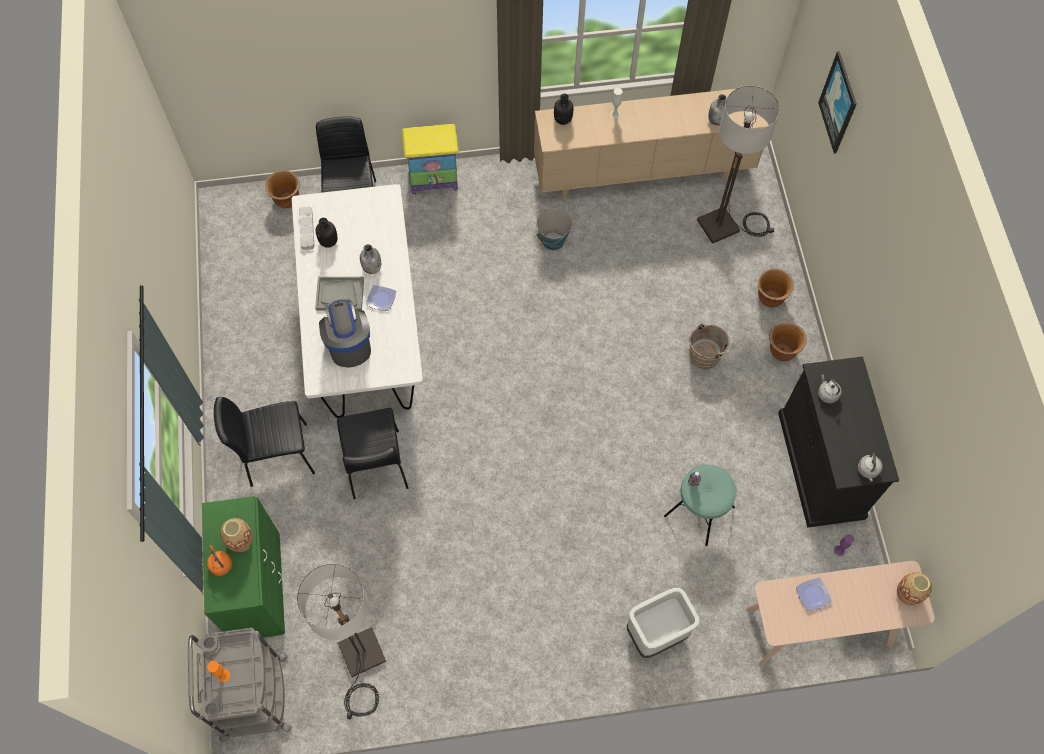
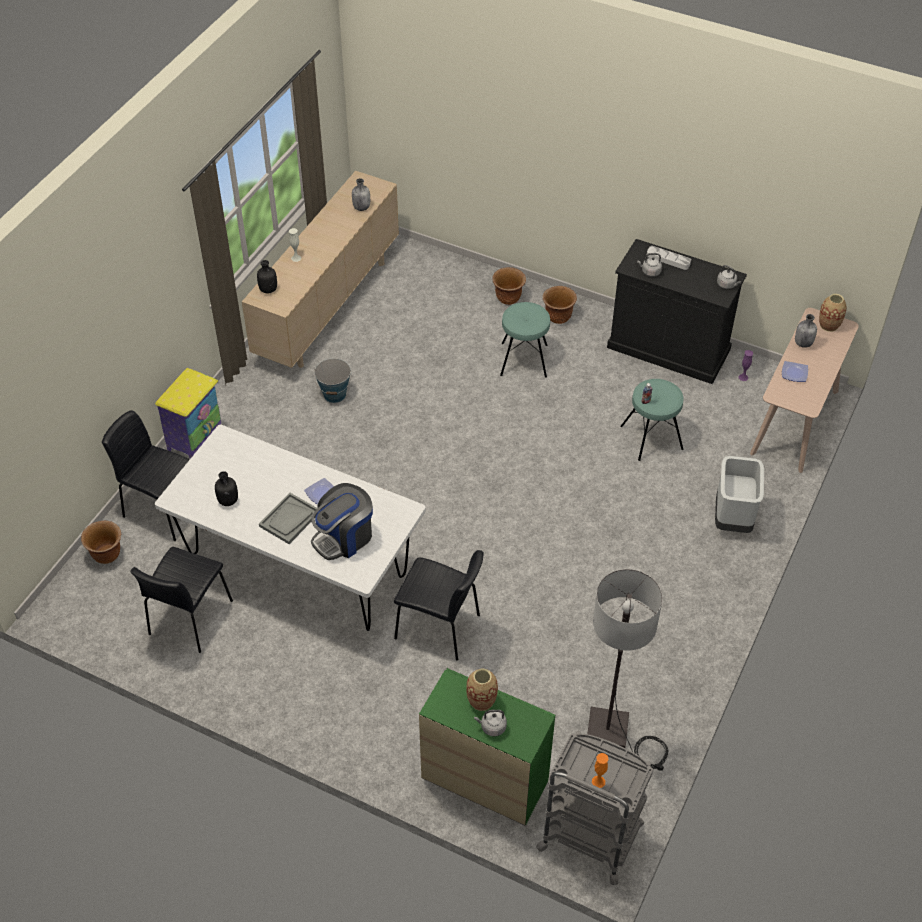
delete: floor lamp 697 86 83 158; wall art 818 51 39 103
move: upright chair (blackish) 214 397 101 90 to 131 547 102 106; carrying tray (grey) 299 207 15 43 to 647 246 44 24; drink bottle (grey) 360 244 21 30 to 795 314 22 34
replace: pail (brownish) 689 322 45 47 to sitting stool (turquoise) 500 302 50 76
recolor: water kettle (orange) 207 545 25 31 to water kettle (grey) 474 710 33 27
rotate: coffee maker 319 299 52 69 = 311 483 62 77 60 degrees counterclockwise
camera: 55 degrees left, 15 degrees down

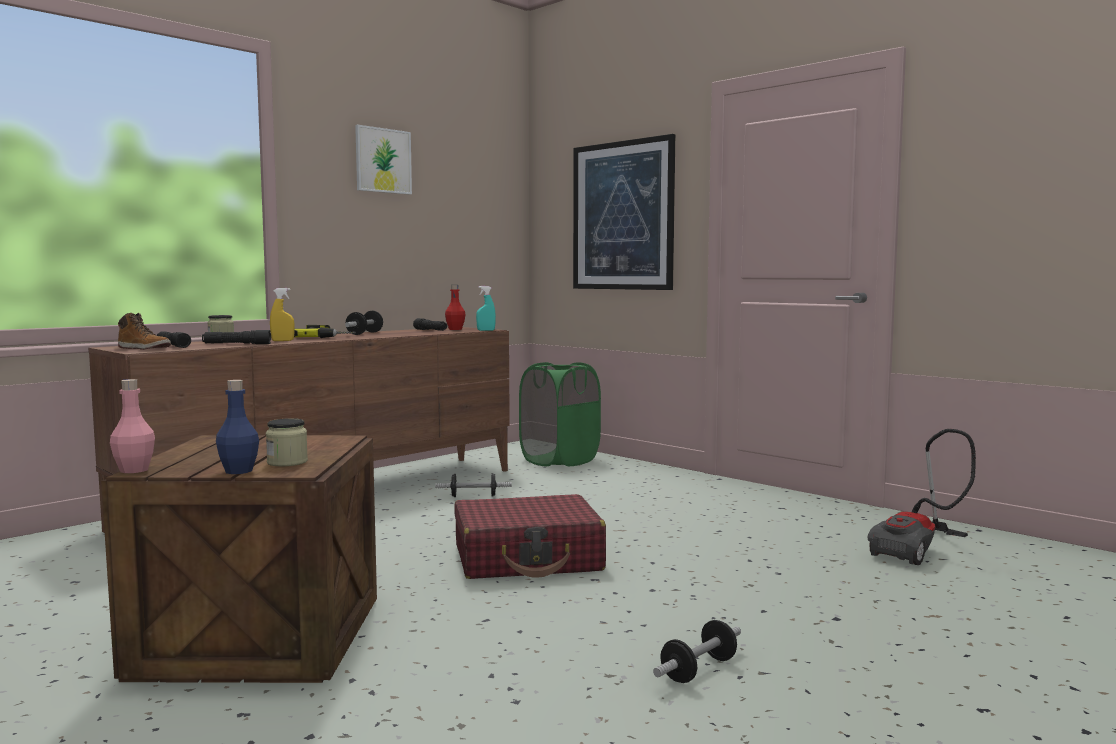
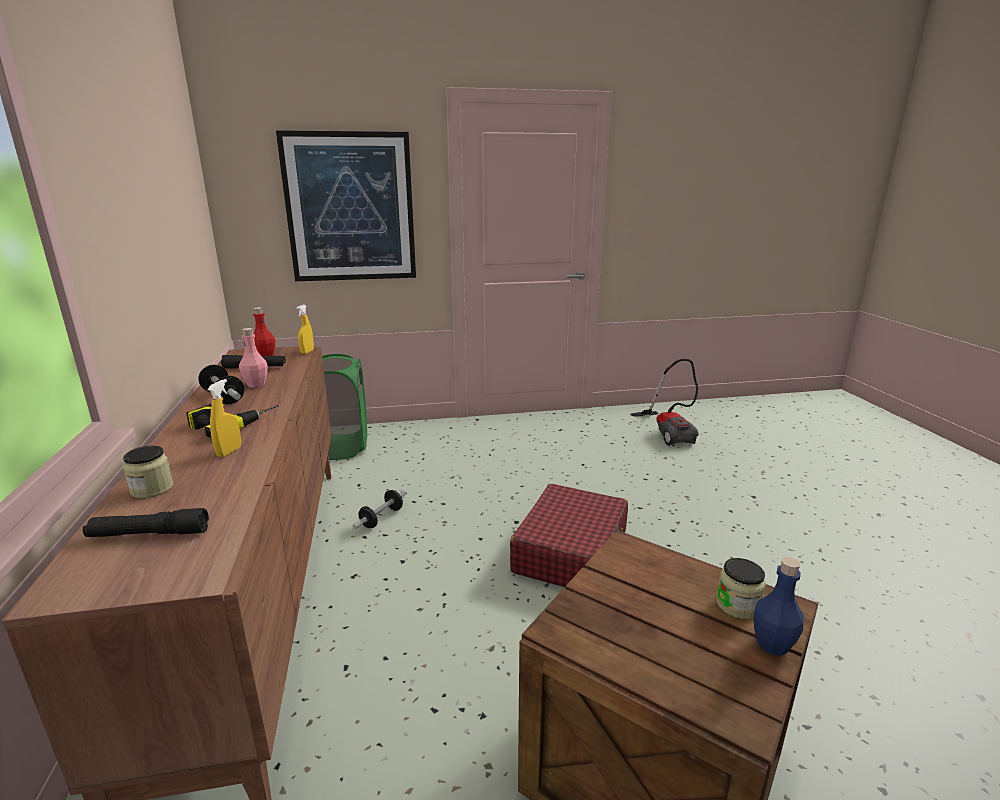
delete: high-top boot 118 313 53 37; torch (blackish) 202 330 69 14; wall art 355 125 57 70; hand weight 653 620 88 63
move: drink bottle (pink) 110 379 45 94 to 239 328 29 60
recolor: hand sprayer (turquoise) 476 286 20 45 to hand sprayer (yellow) 296 305 18 49
camera: 55 degrees left, 15 degrees up

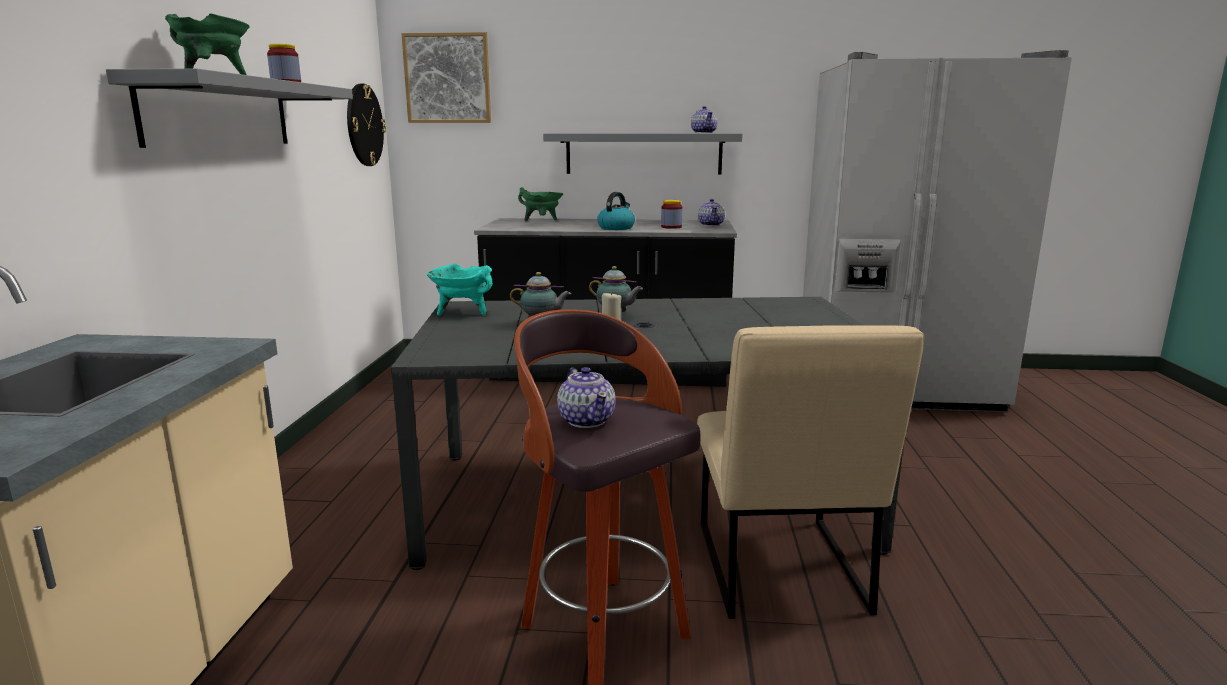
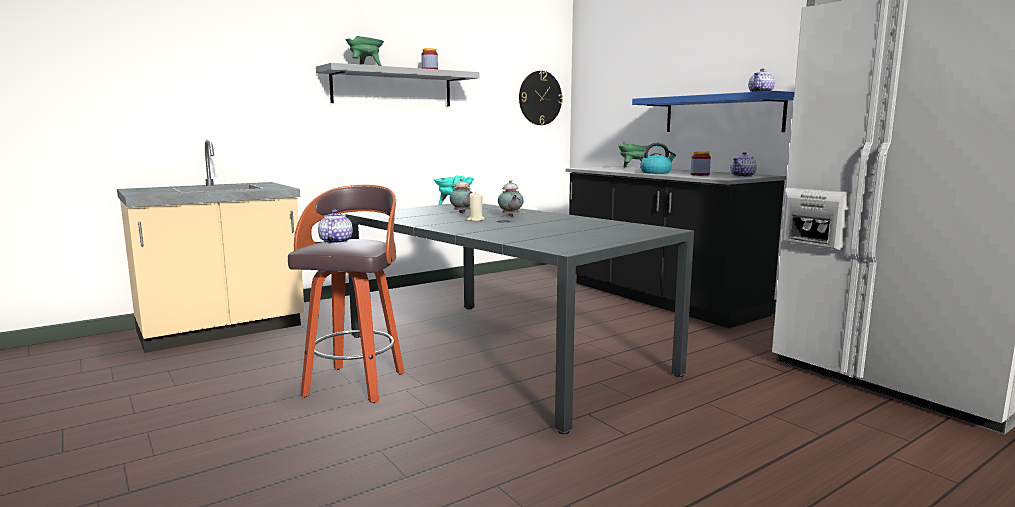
delete: wall art 401 32 90 91; upright chair (beige-coloured) 697 325 227 294
recolor: shelf (grey) 543 133 200 41 to shelf (blue) 632 91 163 41
rotate: pot for tea 557 367 58 61 = 318 210 35 34 150 degrees clockwise
camera: 50 degrees right, 5 degrees down

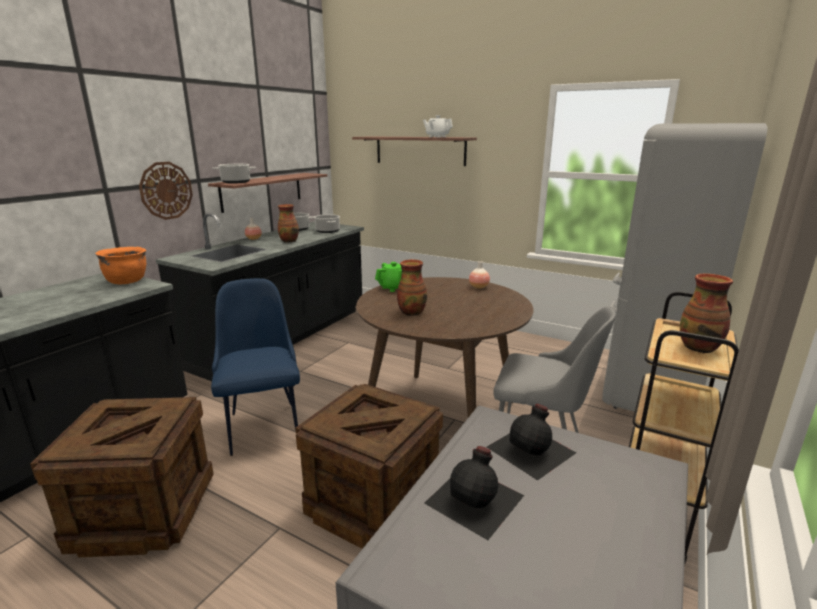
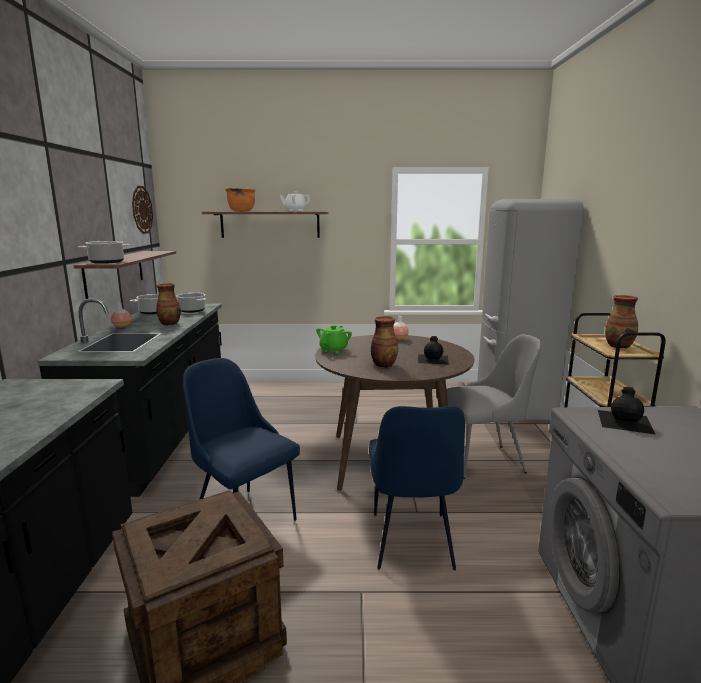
move: wall clock 139 162 54 58 to 132 186 21 48; saucepot (orange) 96 247 50 37 to 225 188 30 23; drink bottle (blackish) 424 446 100 94 to 418 336 31 29
replace: shipping crate 295 384 148 165 to upright chair (blue) 369 406 96 164
camera: 30 degrees left, 5 degrees down

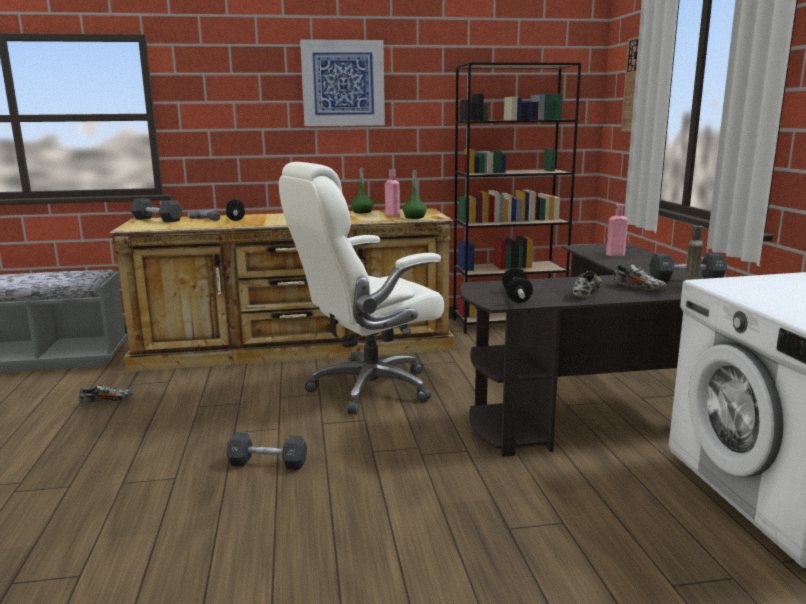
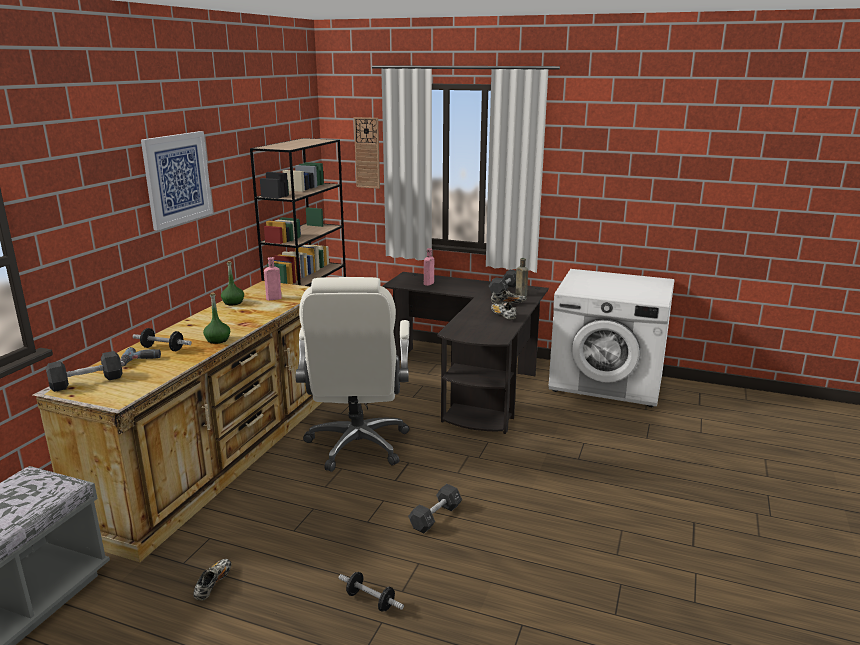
move: drink bottle (greenish) 402 170 25 49 to 203 293 27 51; hand weight 502 268 31 35 to 339 572 65 40
camera: 60 degrees left, 5 degrees up

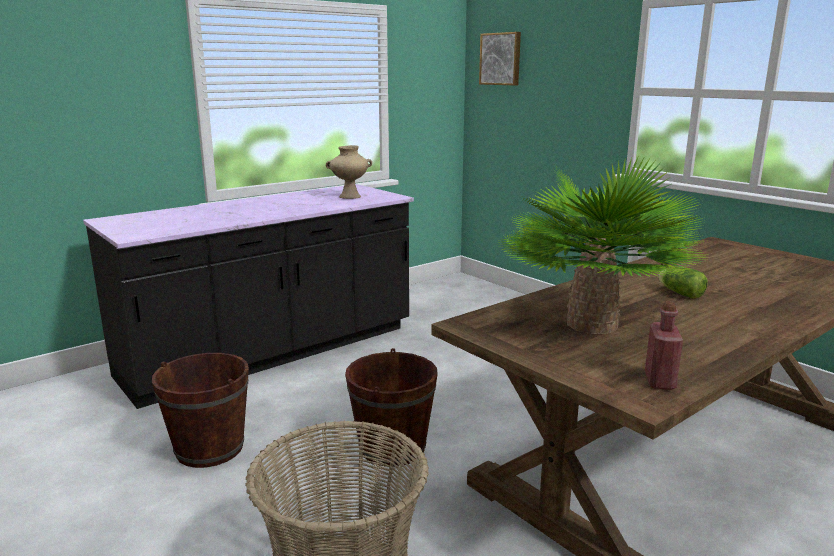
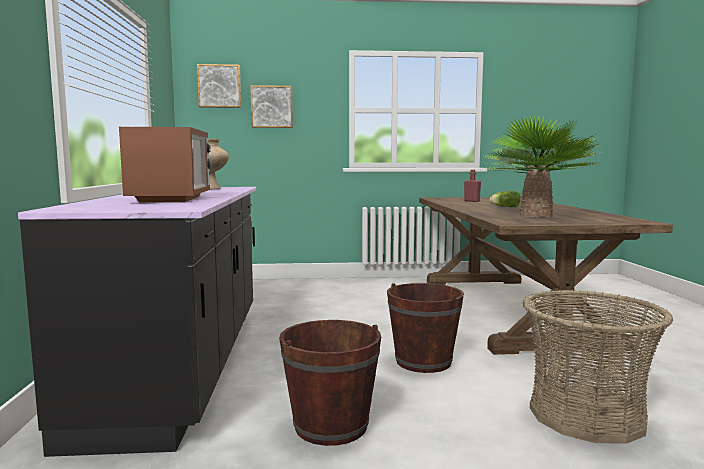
insert: microwave 119 127 93 76; wall art 250 85 43 43
move: drink bottle (red) 645 301 38 89 to 464 170 17 32
camera: 55 degrees left, 10 degrees down

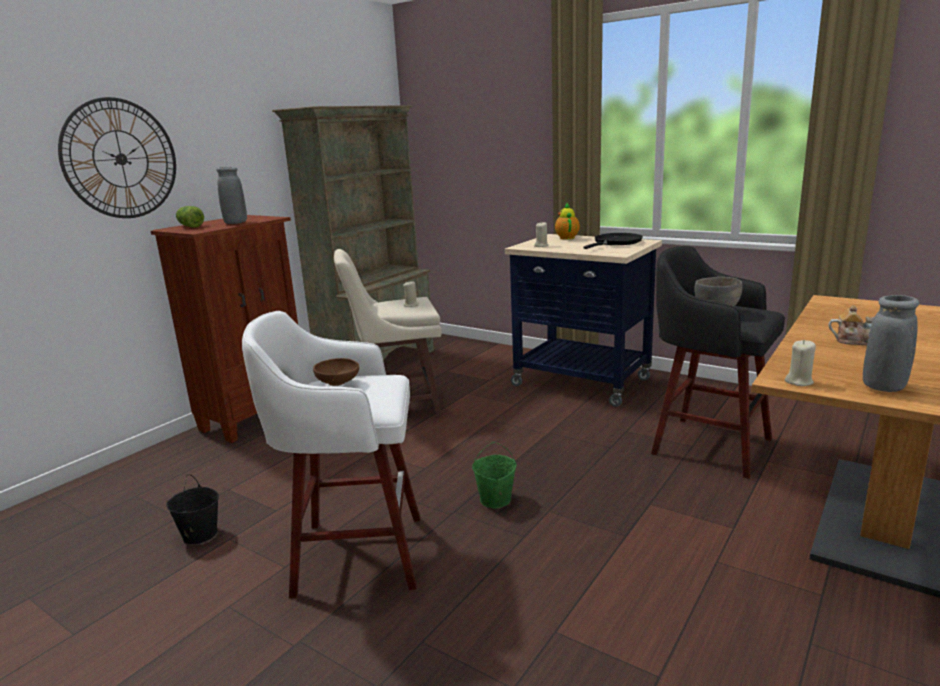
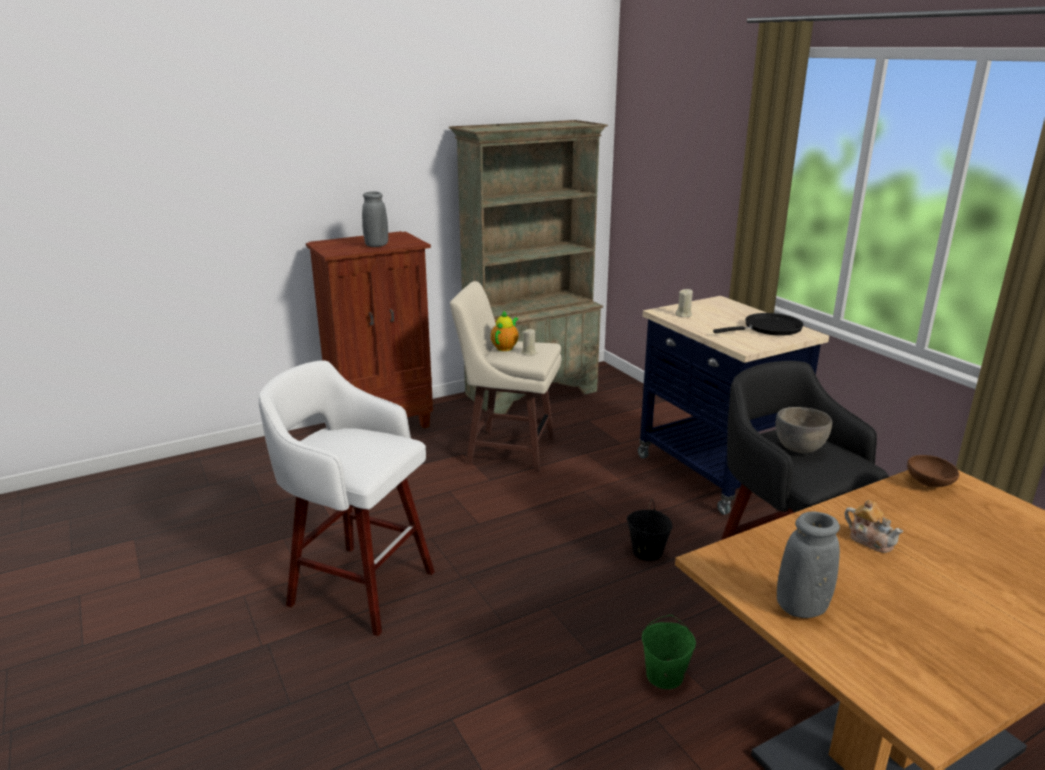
delete: wall clock 58 97 118 121; head of lettuce 176 206 28 22; wax light (beige-coloured) 785 340 31 46
move: pot for tea 555 203 25 37 to 491 311 27 40; pail (blackish) 166 474 53 70 to 627 499 46 62; pail (greenish) 472 442 45 67 to 642 615 54 74; serving bowl (brownish) 313 358 46 28 to 907 455 52 32
camera: 25 degrees right, 5 degrees up

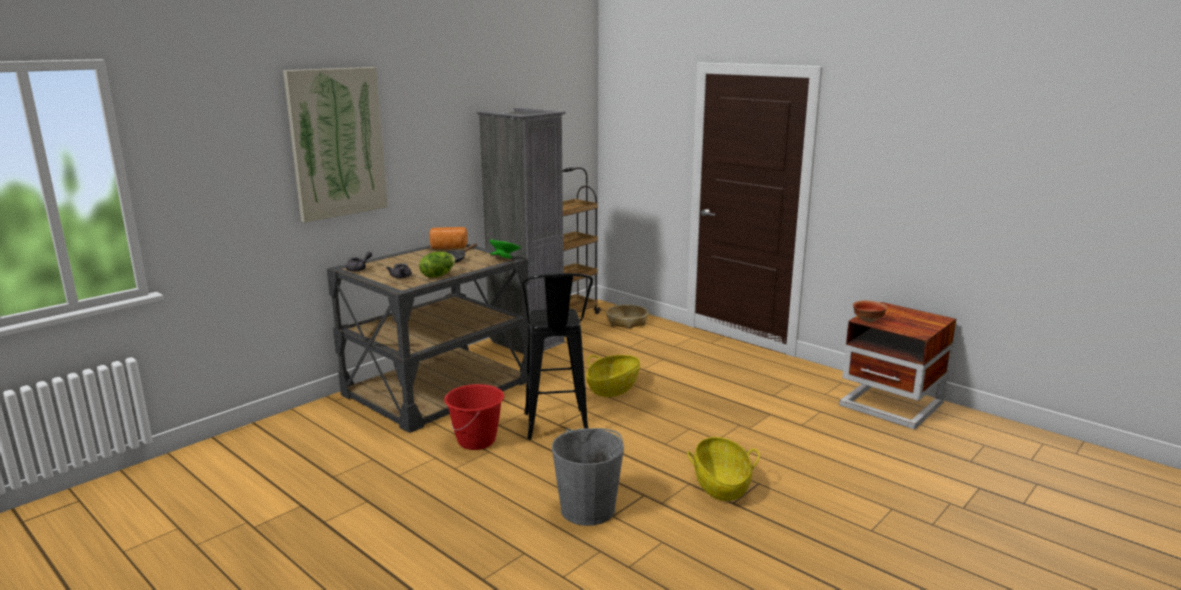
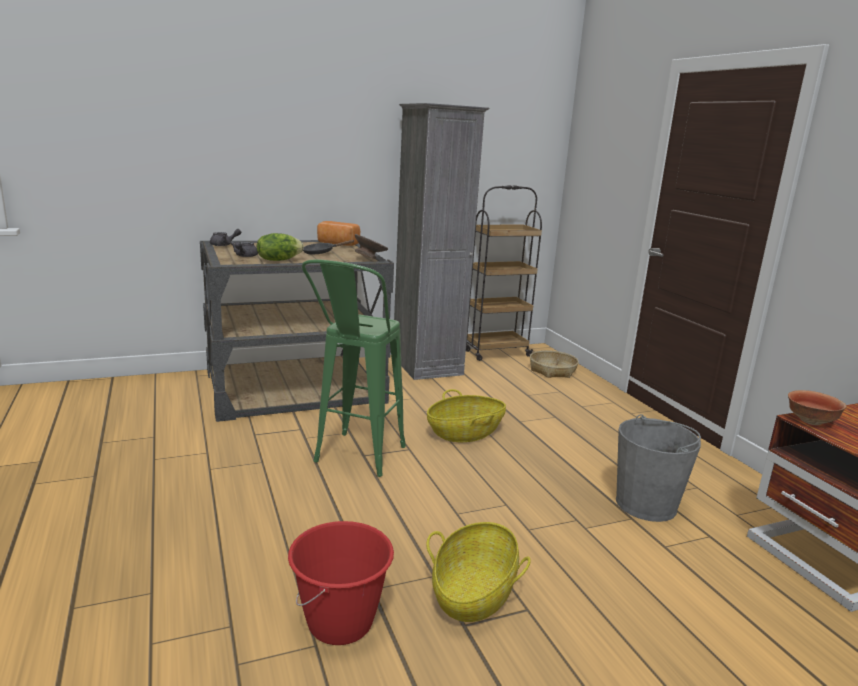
delete: wall art 283 67 105 156
move: pail (red) 444 384 60 66 to 288 521 106 124; pail (grey) 552 428 72 98 to 616 414 85 108
recolor: sitting stool (blackish) 522 273 71 167 to sitting stool (greenish) 302 260 104 217; serving bowl (greenish) 489 240 32 19 to serving bowl (grey) 355 234 33 25
camera: 25 degrees right, 0 degrees up

